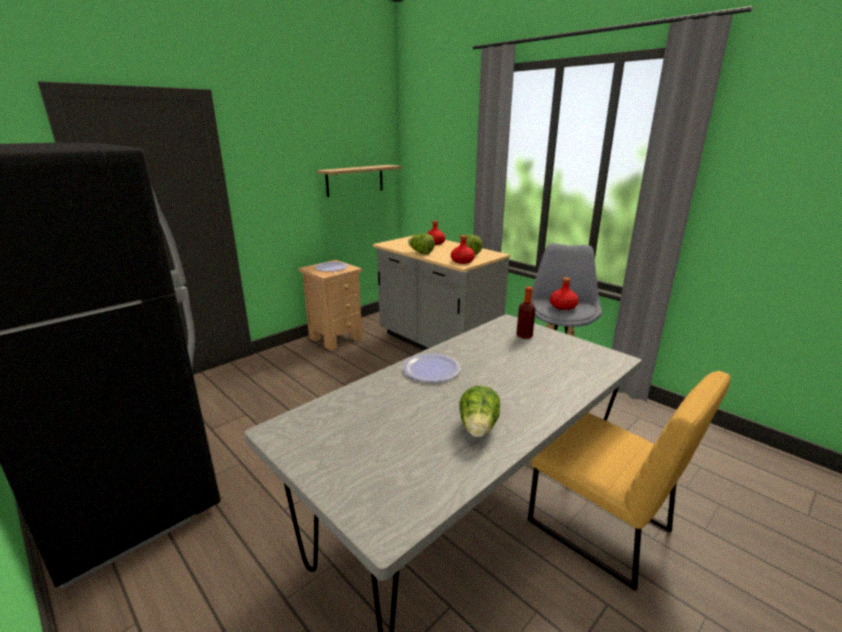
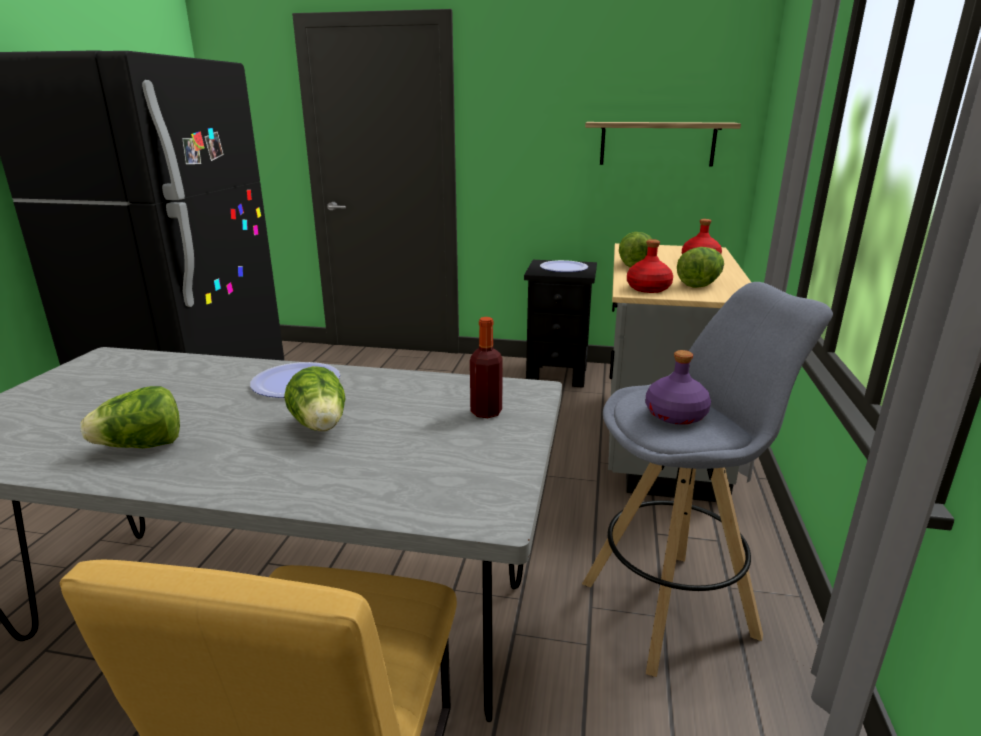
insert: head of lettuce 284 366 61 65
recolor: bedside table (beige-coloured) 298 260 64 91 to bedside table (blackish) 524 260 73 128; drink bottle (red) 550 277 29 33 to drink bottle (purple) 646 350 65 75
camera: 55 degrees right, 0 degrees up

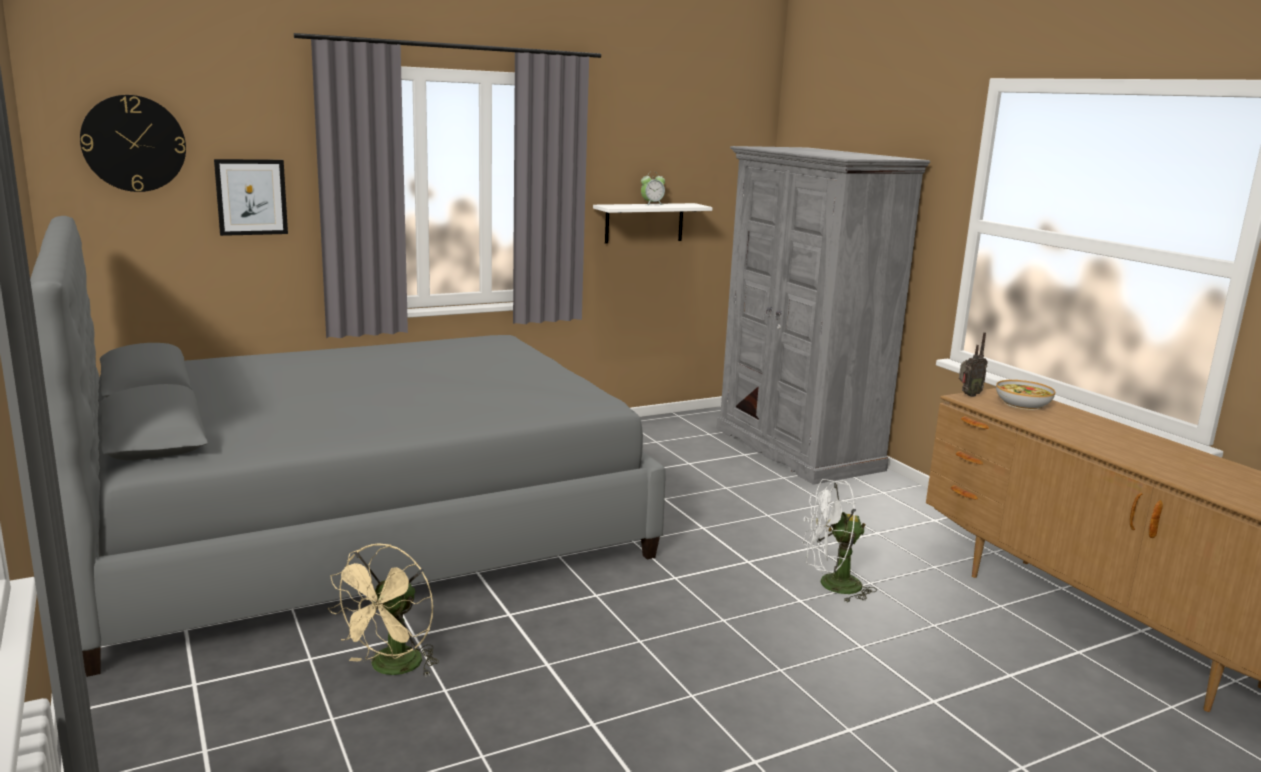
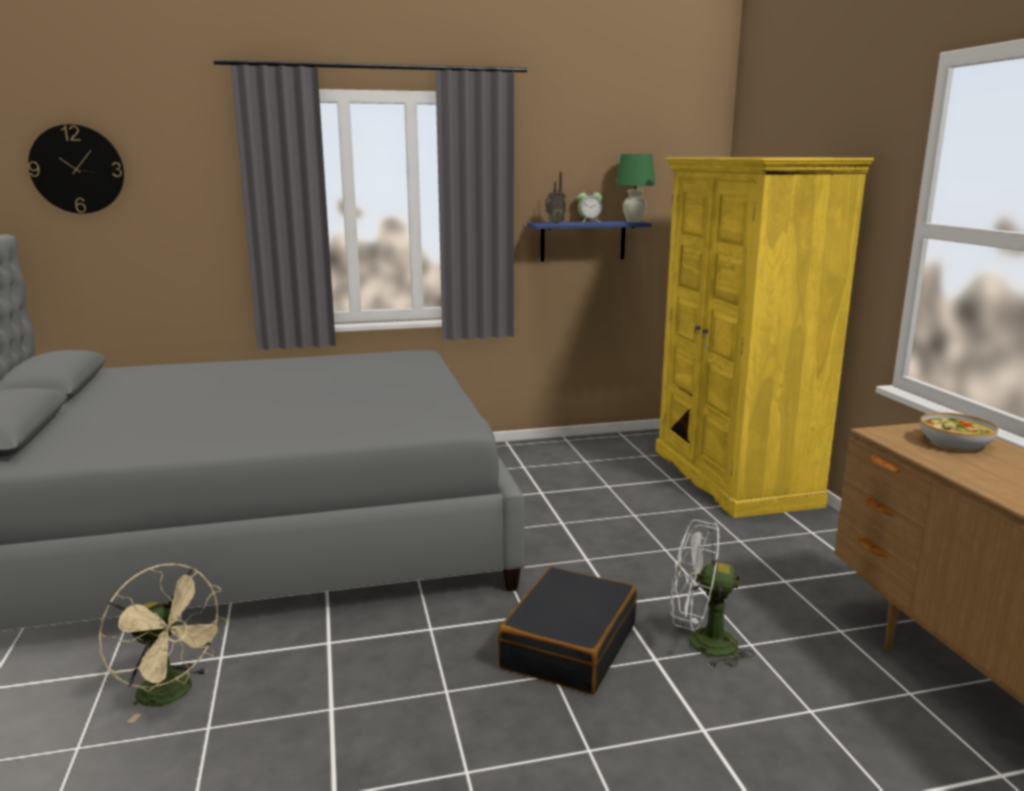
delete: wall art 214 159 74 77
insert: travel case (blackish) 498 567 139 127; tabletop lamp (greenish) 616 154 39 68
move: radio set 959 332 29 65 to 545 172 21 52
recolor: shelf (white-coloured) 593 203 120 41 to shelf (blue) 527 221 125 41; wardrobe (grey) 716 146 214 339 to wardrobe (yellow) 655 158 219 360
rotate: fan (beige-coloured) 328 543 111 133 = 98 563 130 160 90 degrees counterclockwise
camera: 15 degrees right, 0 degrees up

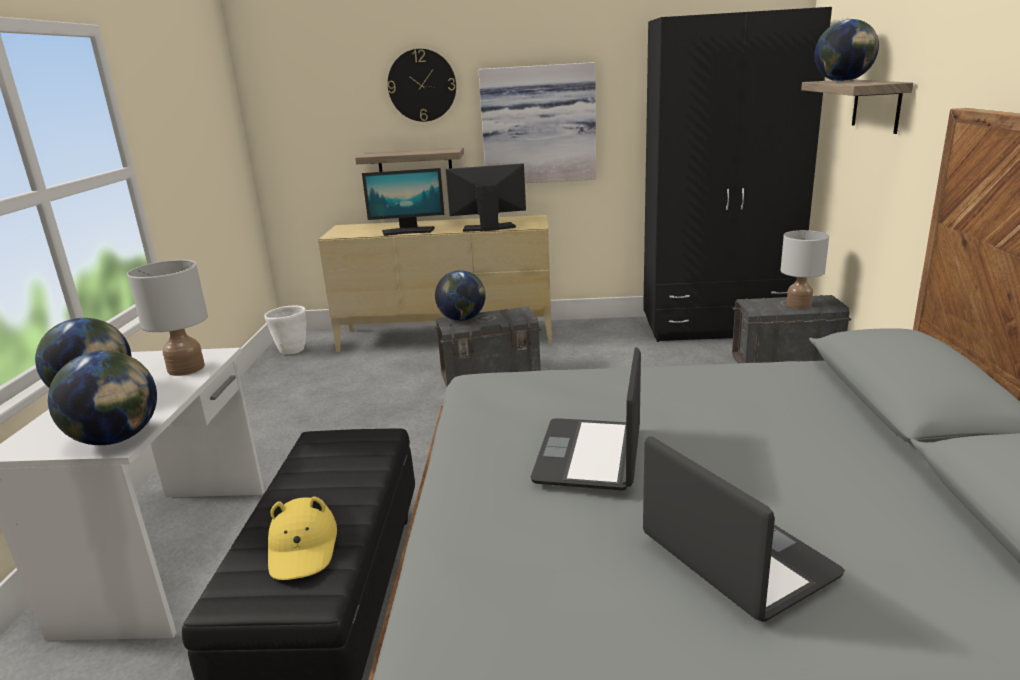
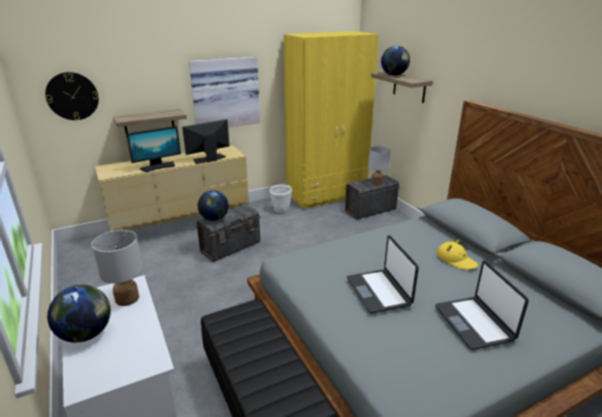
delete: globe 48 351 109 94
move: wall clock 388 49 68 73 to 45 72 54 48; flower pot (white-coloured) 264 305 42 49 to 269 185 23 28; wearable hat (yellow) 268 496 69 84 to 437 239 41 31
recolor: wardrobe (blackish) 643 7 189 335 to wardrobe (yellow) 284 31 95 179
rotate: laptop 643 436 202 186 = 435 261 94 89 135 degrees counterclockwise
camera: 30 degrees left, 5 degrees up

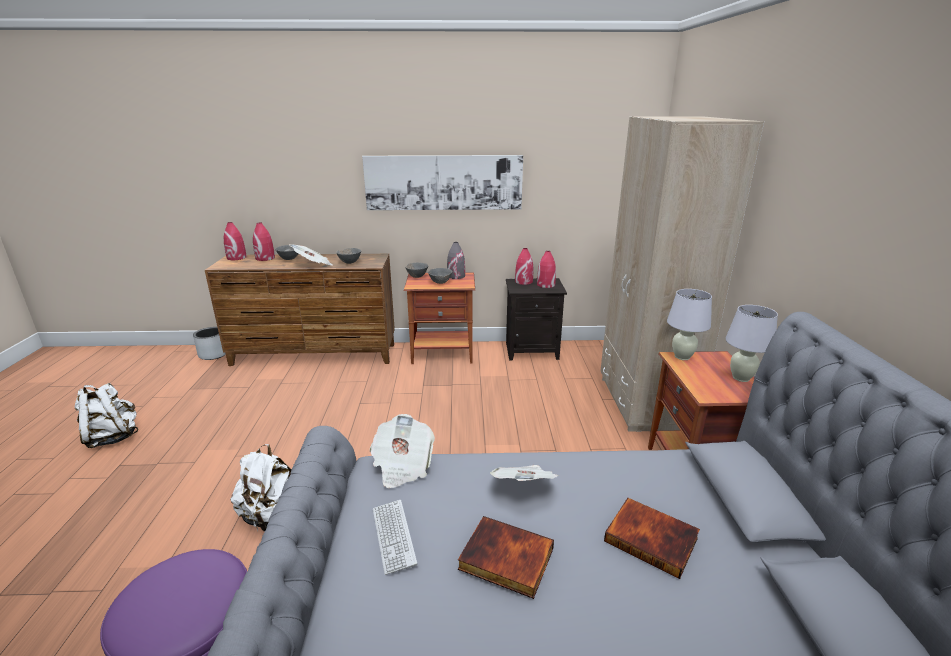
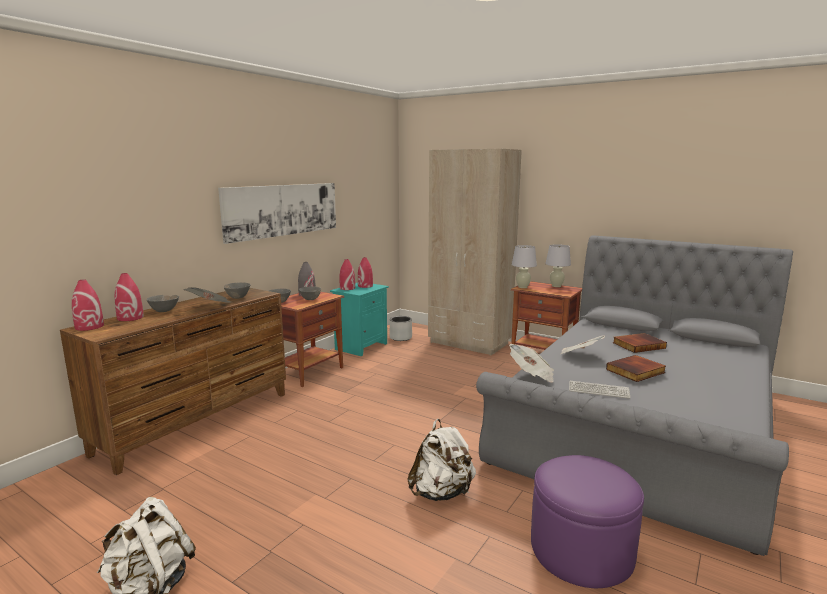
move: flower pot (grey) 193 327 33 33 to 390 316 22 25
recolor: bedside table (blackish) 506 278 61 82 to bedside table (turquoise) 330 283 59 73
camera: 55 degrees left, 10 degrees down

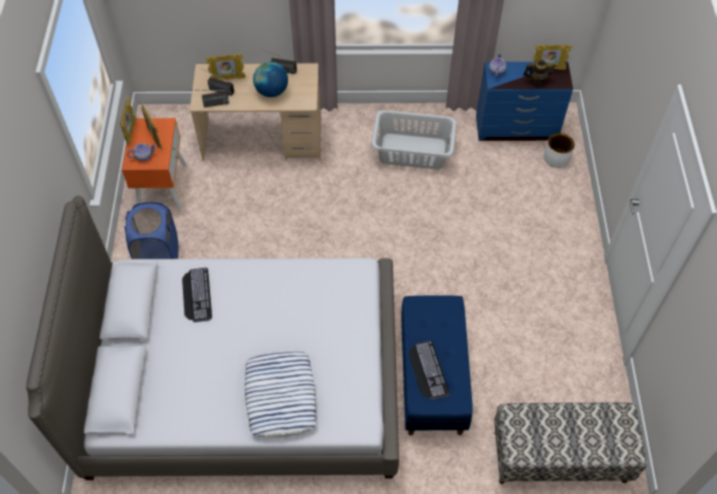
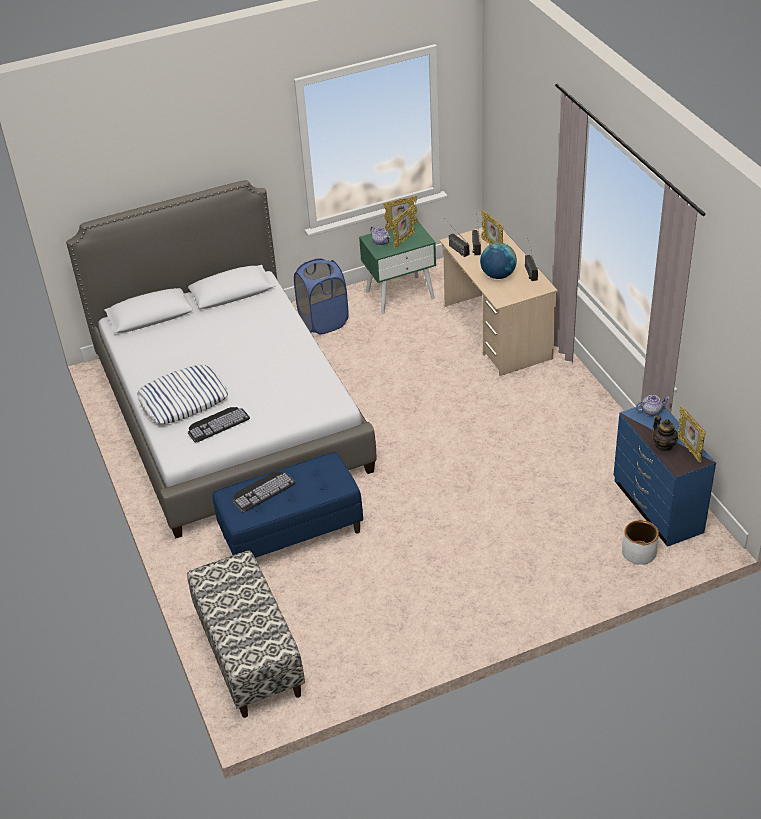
delete: laundry basket (grey) 371 110 86 59
move: PC keyboard 182 268 30 54 to 188 407 62 35
recolor: bedside table (orange) 122 118 65 92 to bedside table (greenish) 359 221 77 93
camera: 70 degrees right, 15 degrees down

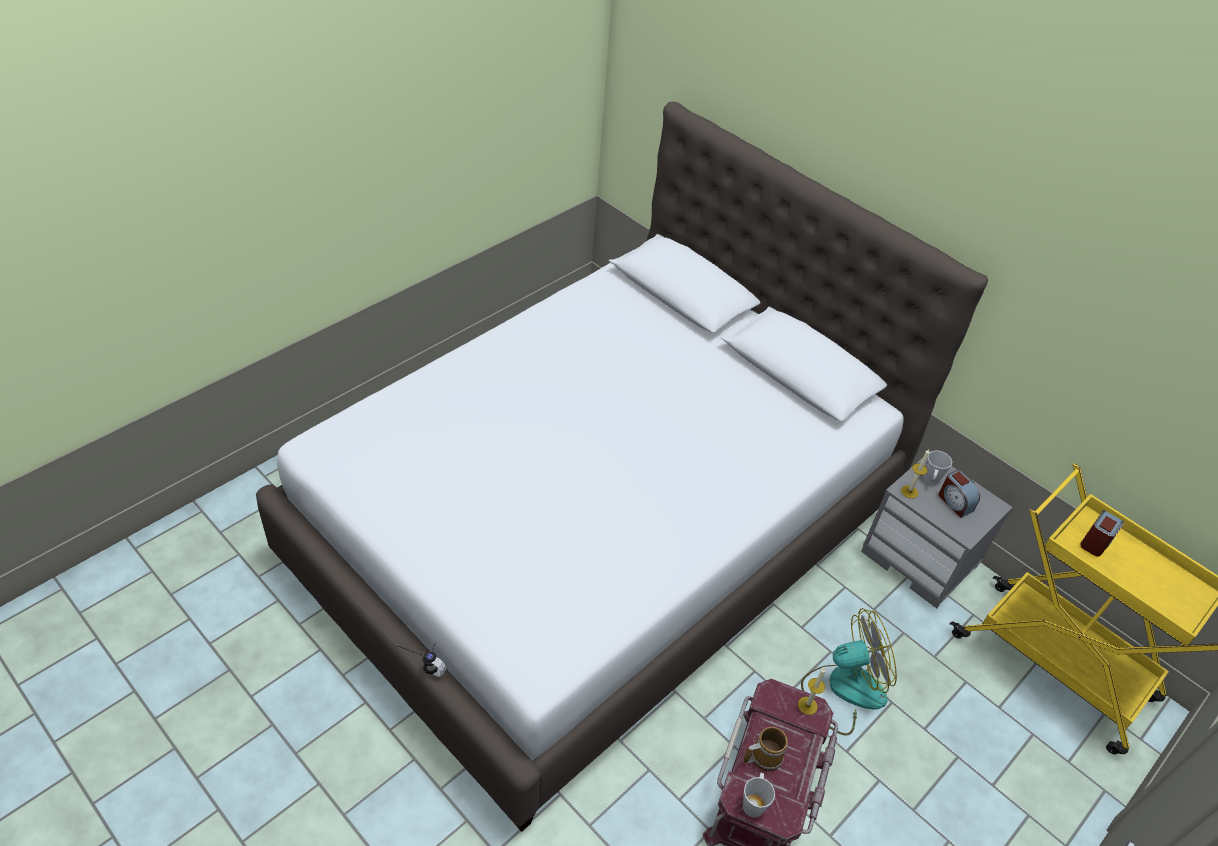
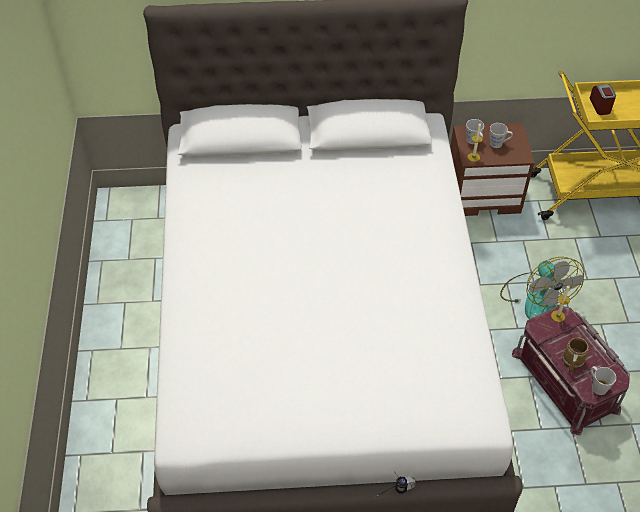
replace: alarm clock 939 470 41 48 to mug (grey) 489 123 24 25
recolor: bedside table (grey) 861 458 152 150 to bedside table (brownish) 450 123 85 93
rotate: fan 801 608 96 128 = 500 257 84 62 135 degrees clockwise
camera: 45 degrees left, 5 degrees up

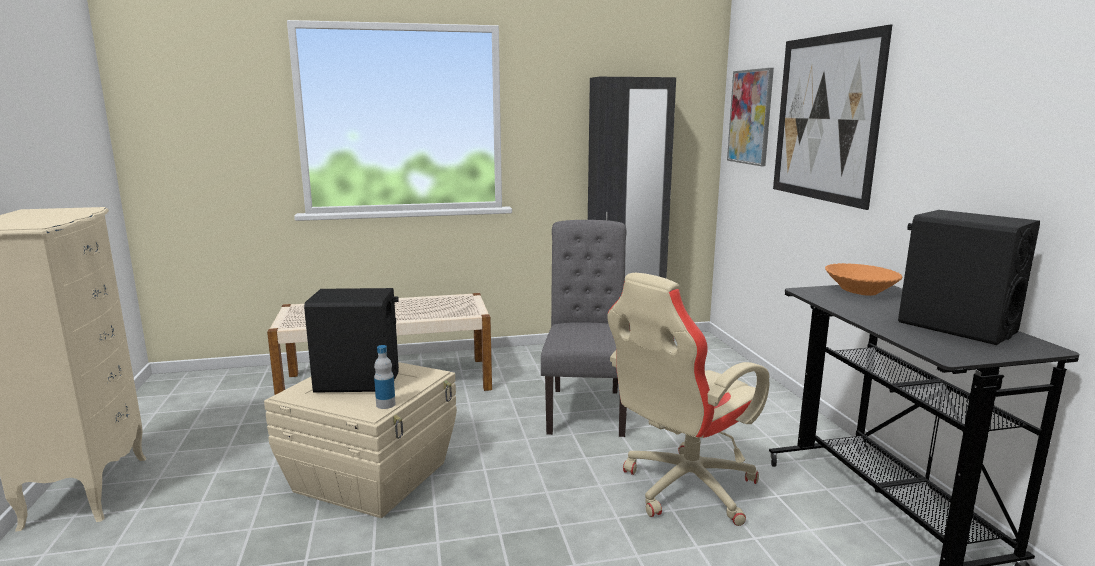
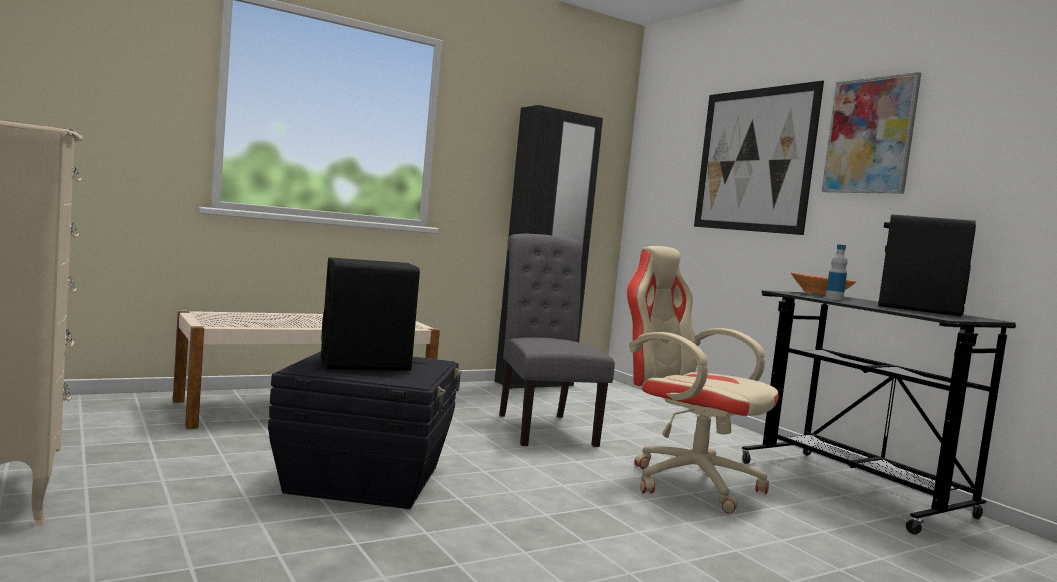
move: wall art 727 68 47 98 to 821 72 100 122; drink bottle 374 345 21 64 to 826 244 21 56
recolor: storage box (beige-coloured) 264 362 193 156 to storage box (blackish) 268 351 194 158
rotate: office chair (beige-coloured) 607 273 162 253 = 627 246 151 268 105 degrees clockwise
camera: 20 degrees left, 10 degrees down

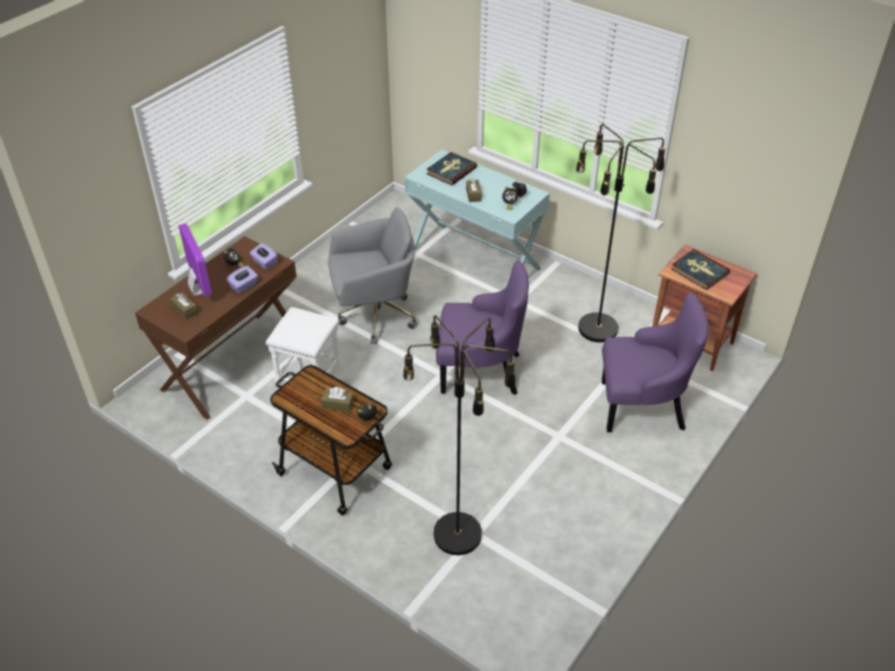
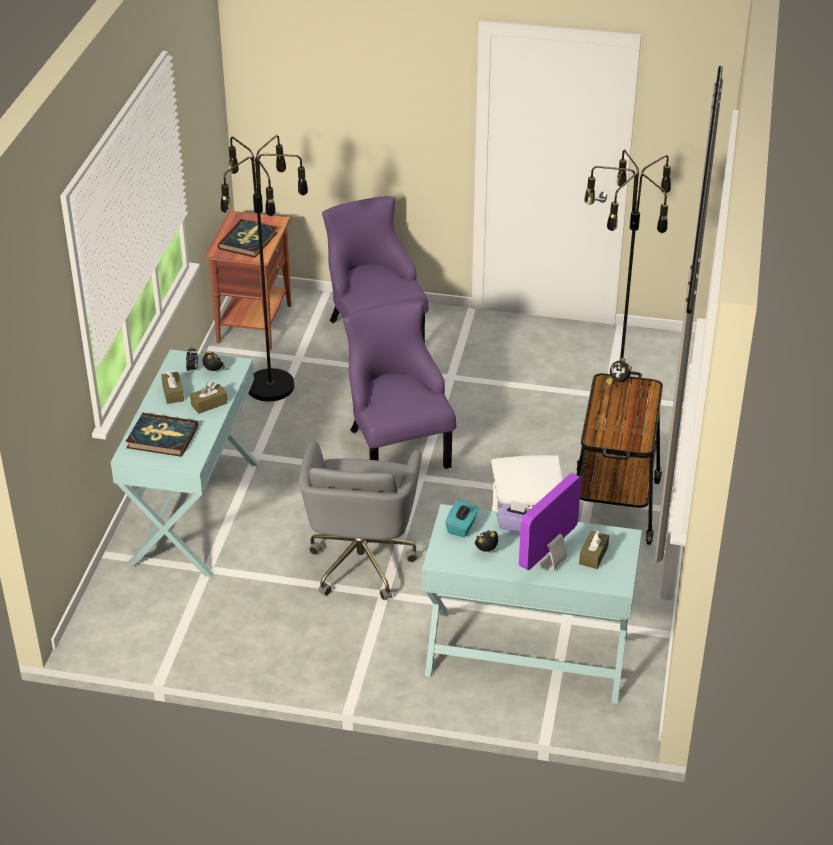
move: tissue box (brownish) 321 387 33 25 to 161 371 23 33
recolor: desk unit (brownish) 135 236 162 184 to desk unit (turquoise) 422 504 220 200; tissue box (purple) 250 243 28 27 to tissue box (turquoise) 445 498 34 39
rotate: office chair (grey) 328 207 89 137 = 299 440 123 160 135 degrees counterclockwise
camera: 115 degrees left, 5 degrees down

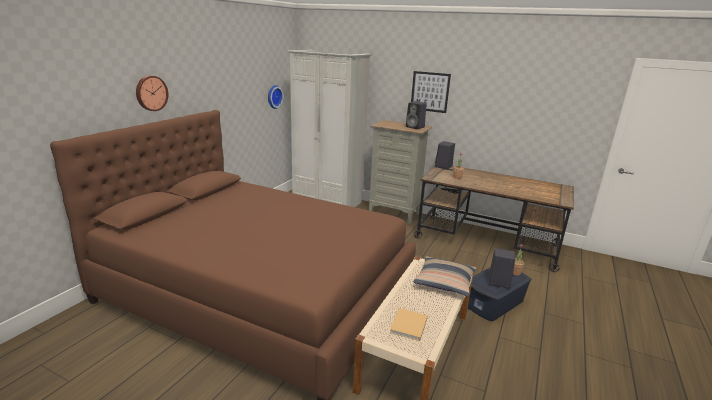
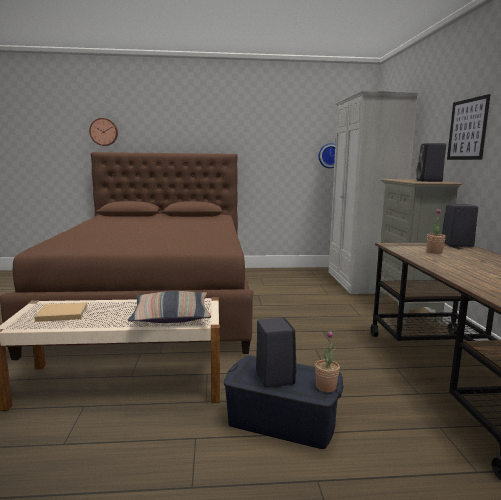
move: wall clock 136 76 32 35 to 89 118 29 28
camera: 60 degrees right, 10 degrees down

